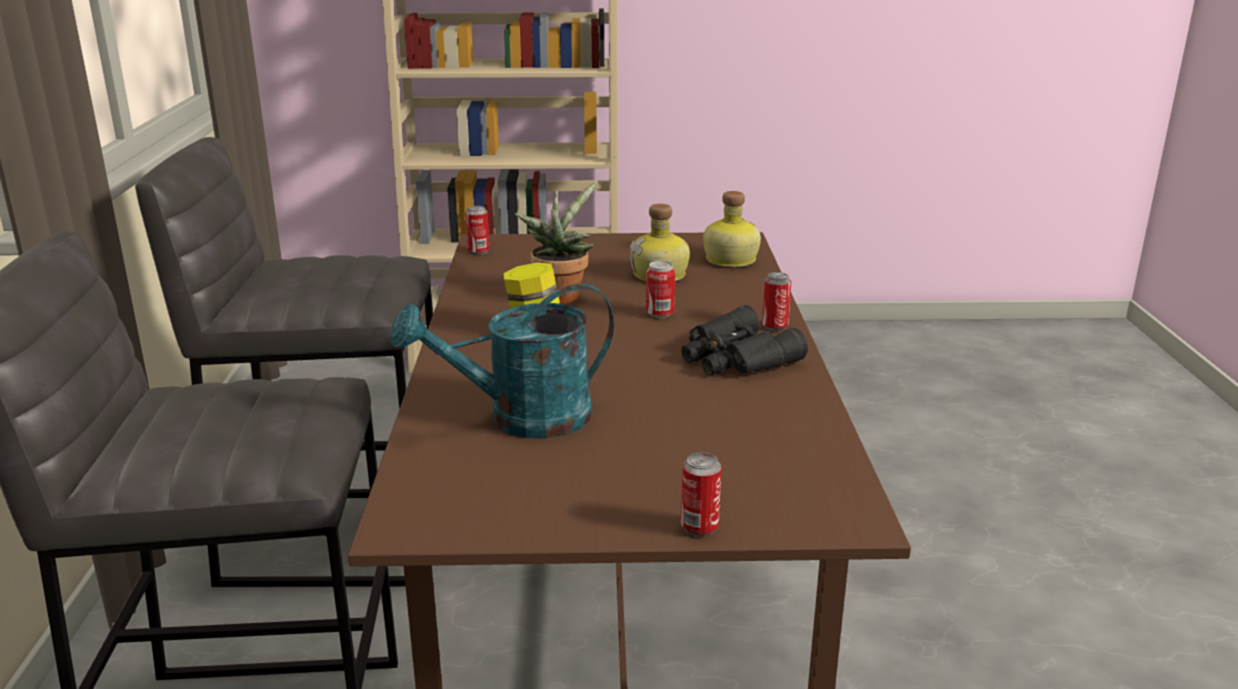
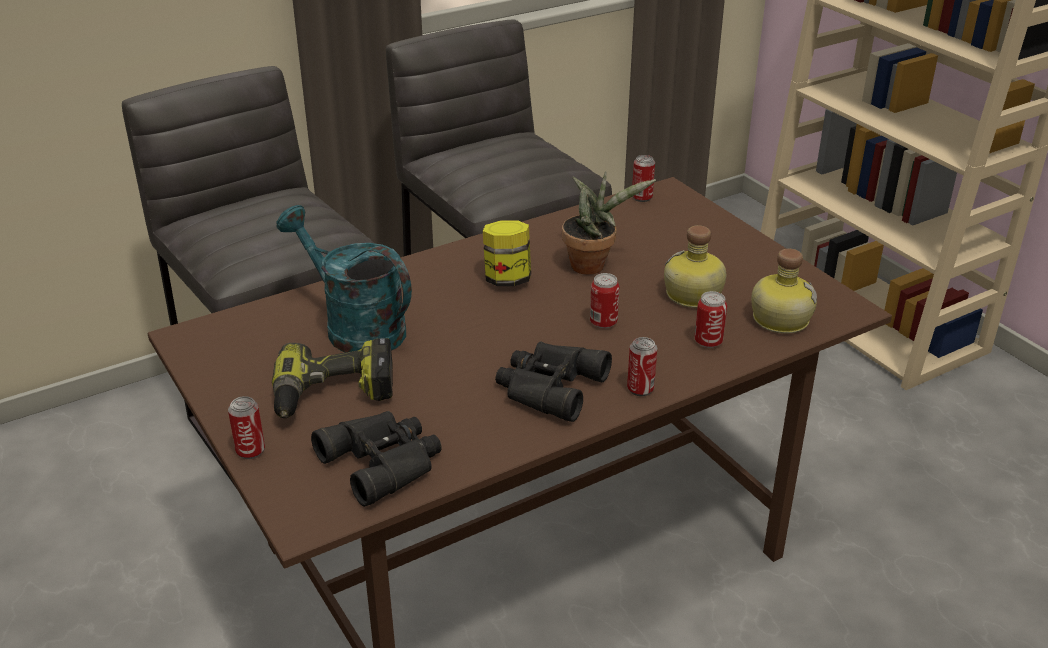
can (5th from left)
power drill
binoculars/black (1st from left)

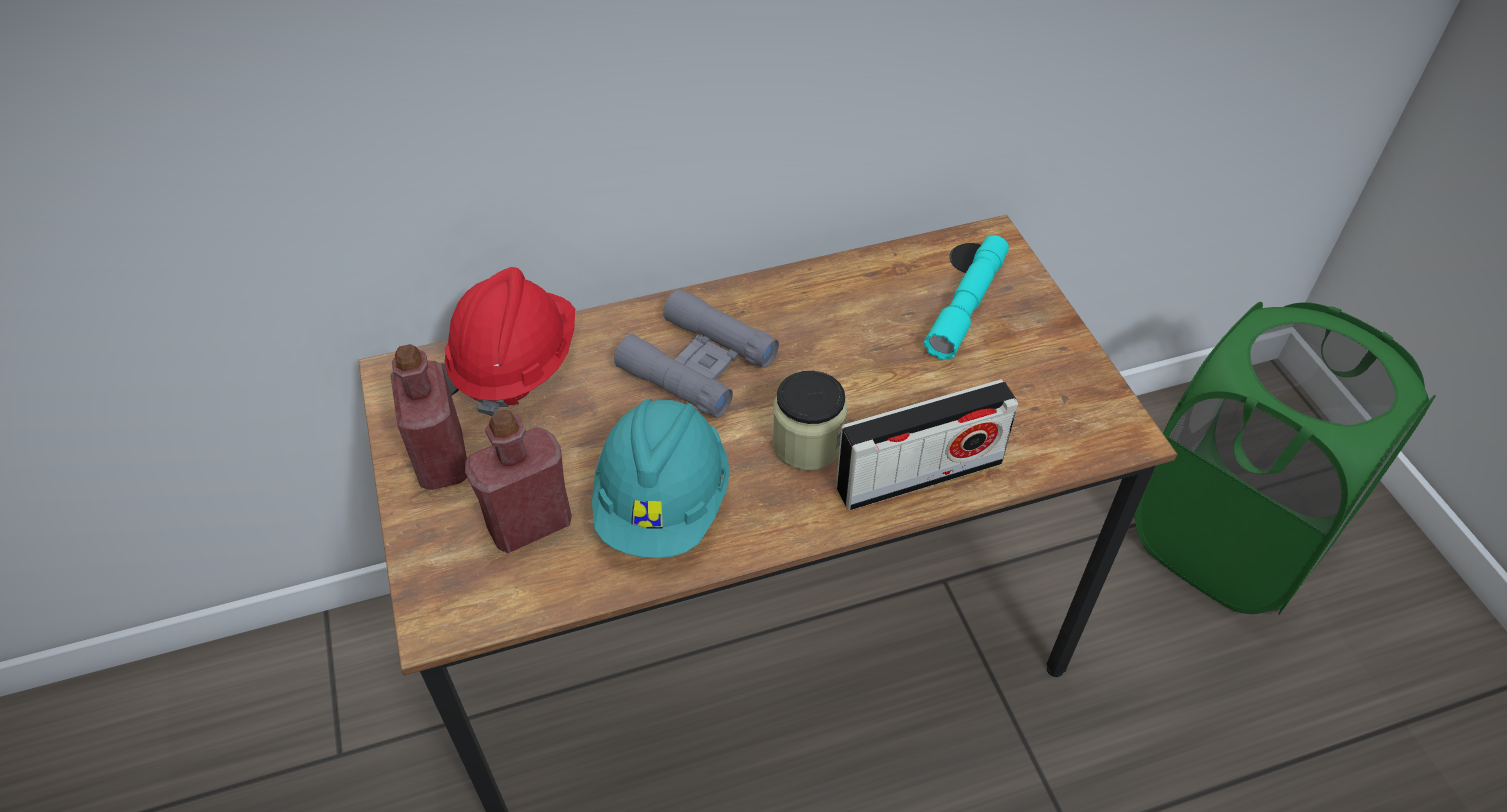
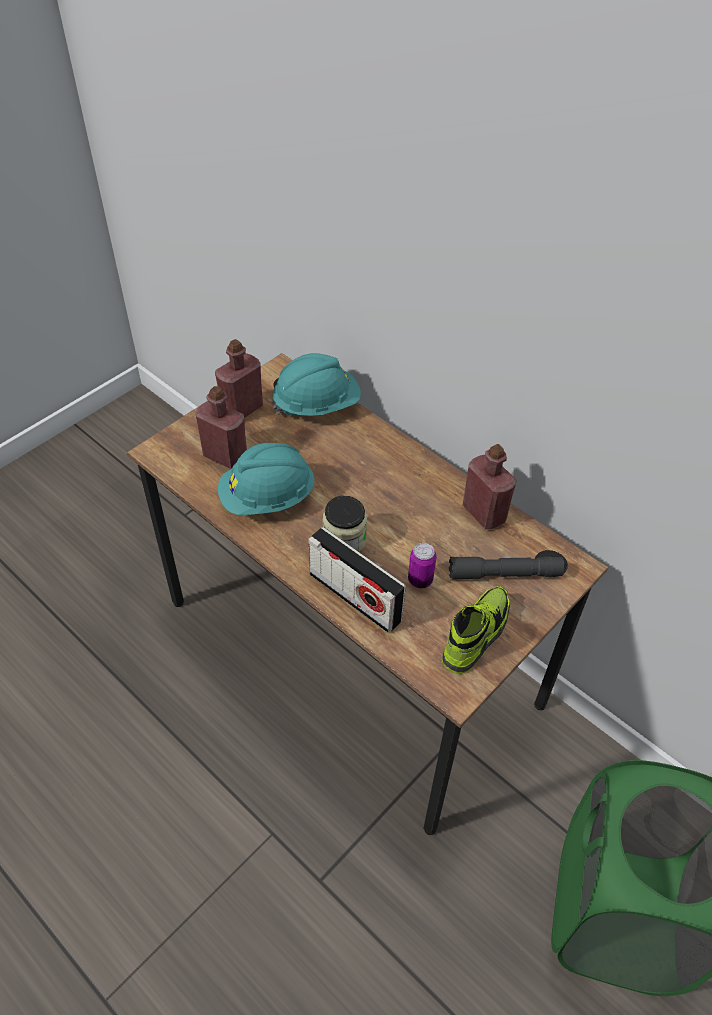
flashlight/grey
hard hat/turquoise (2nd from left)
binoculars/grey
bottle/red (3rd from left)
can
shoe

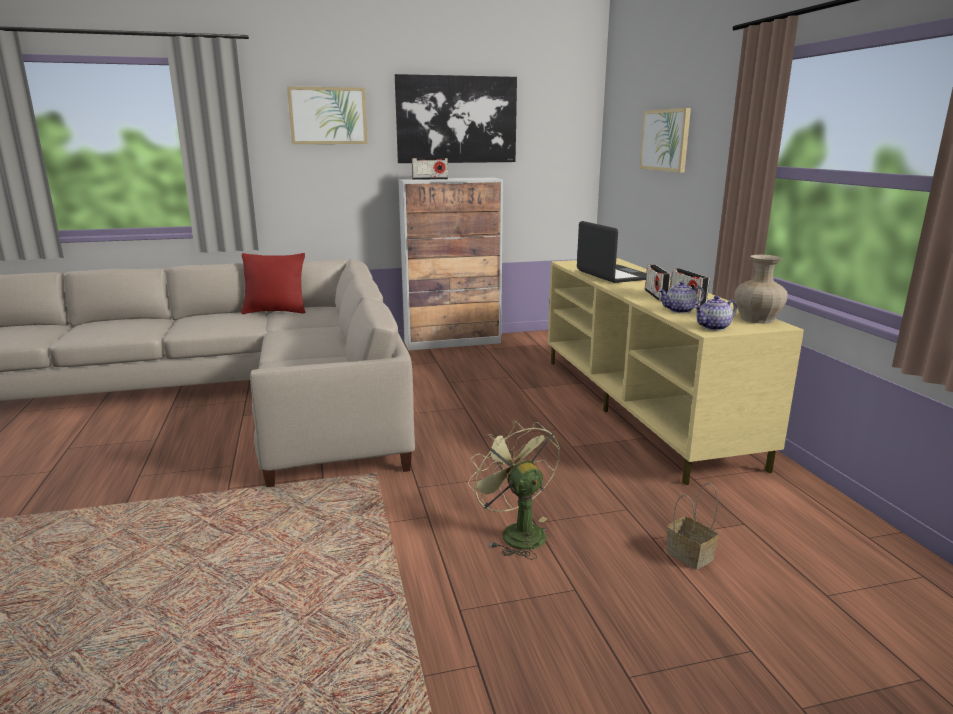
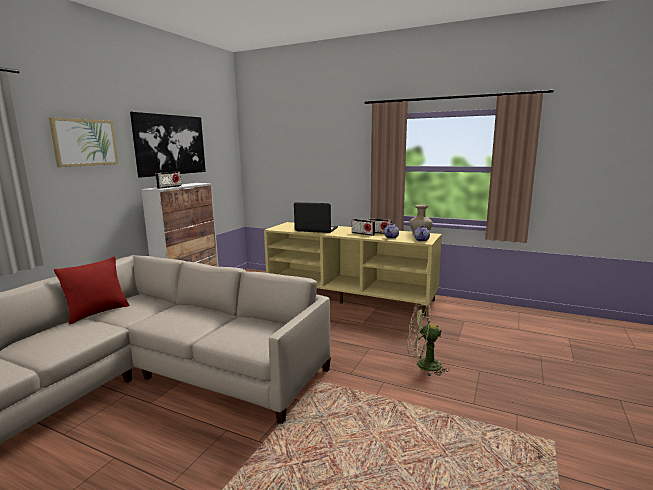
picture (3rd from left in the first image)
basket

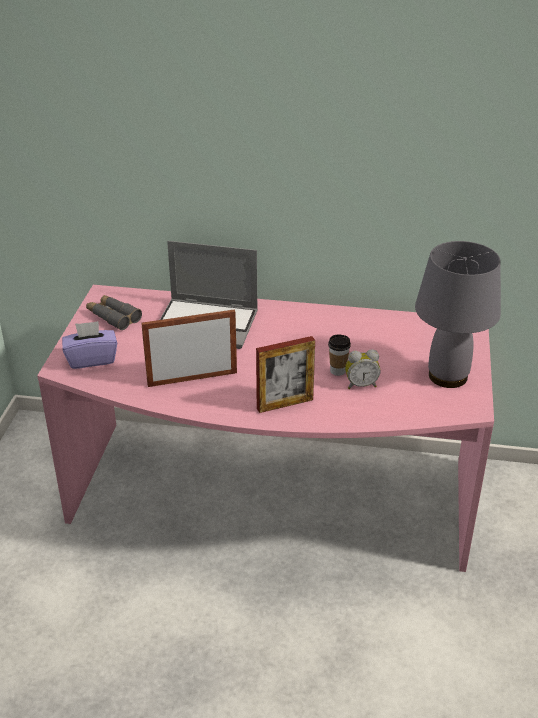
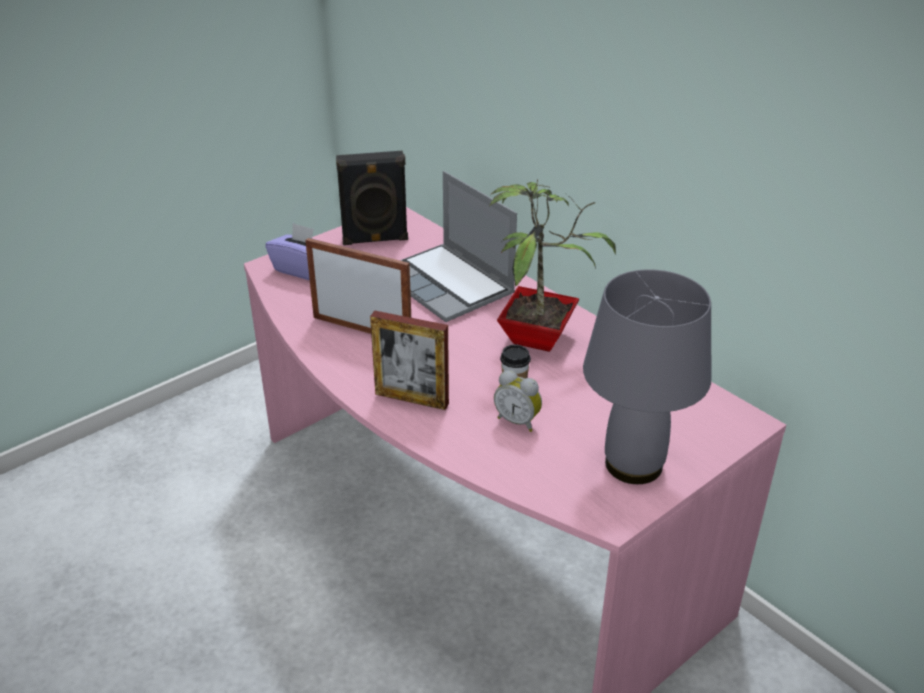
speaker/black
potted plant

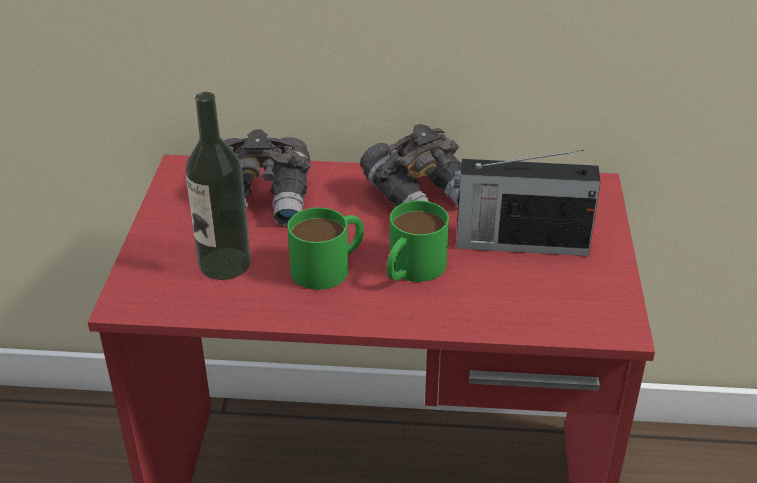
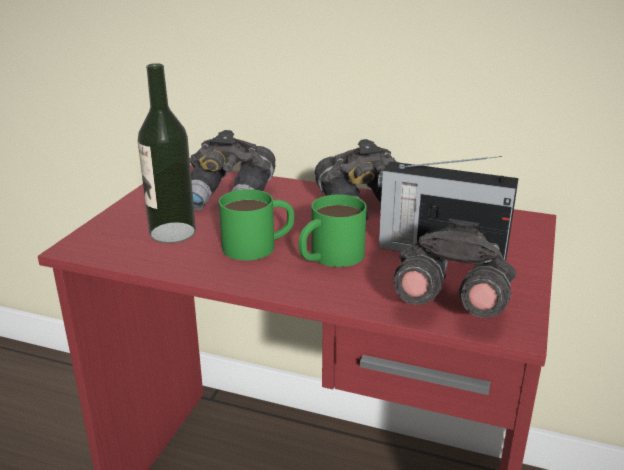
binoculars/grey (3rd from left)

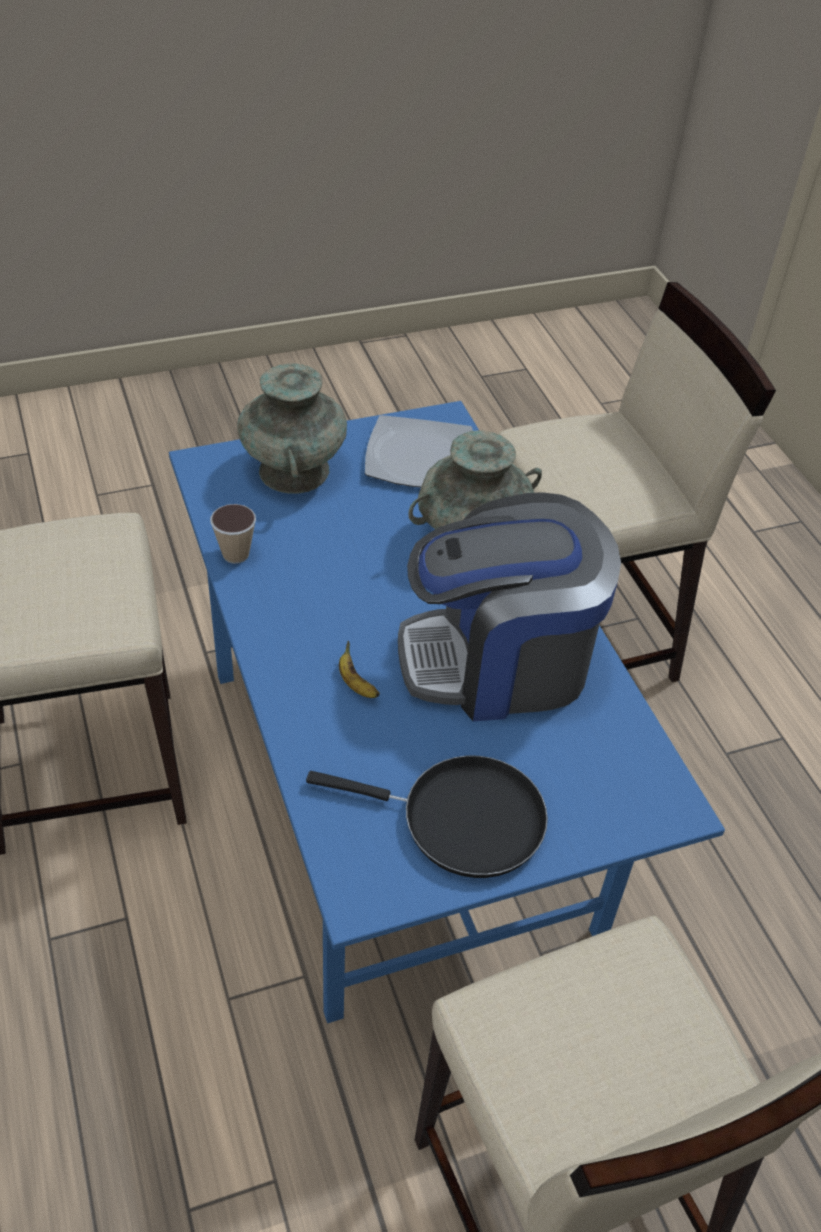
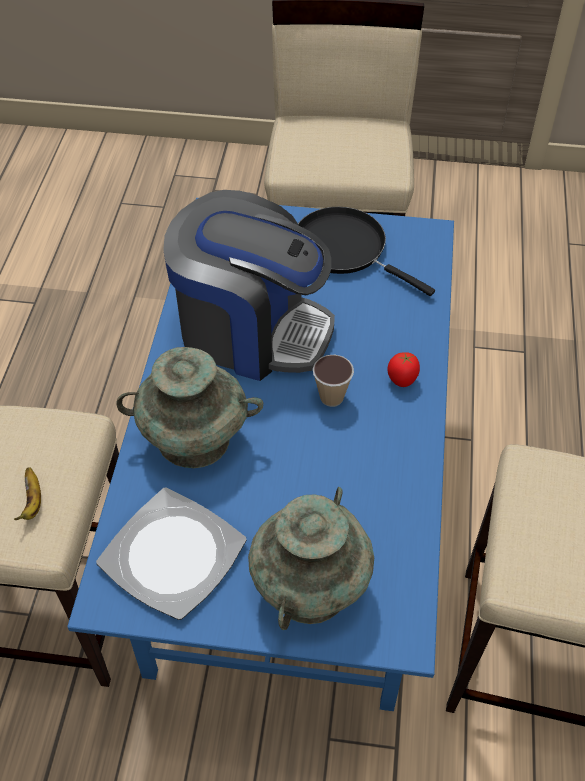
cup
banana
tomato

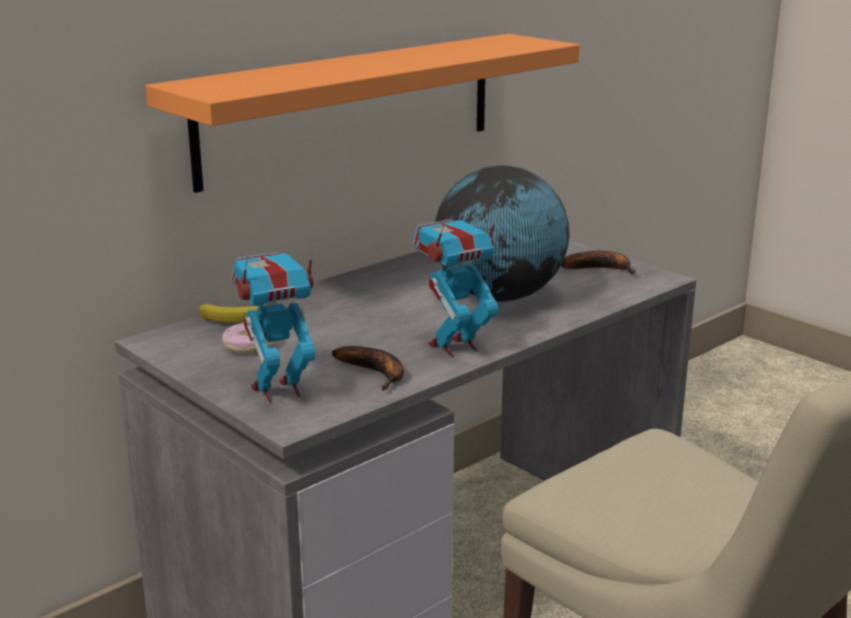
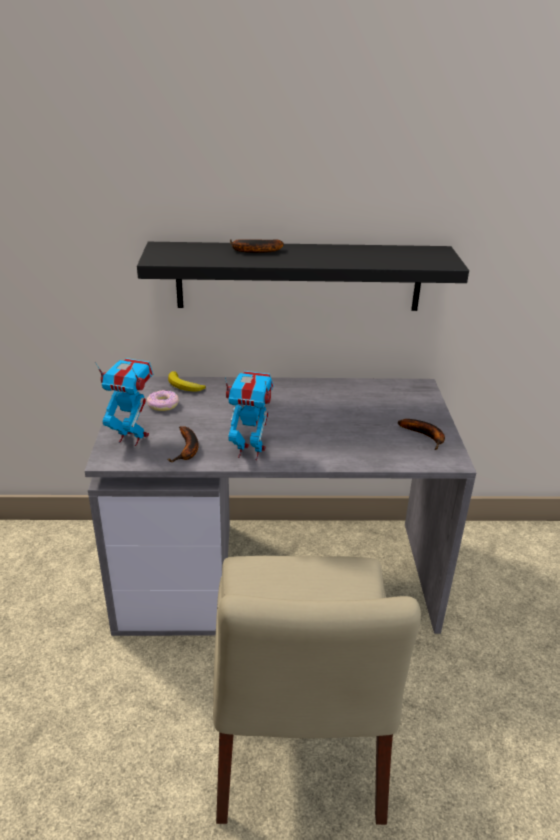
shelf/black
globe
banana (3rd from left)

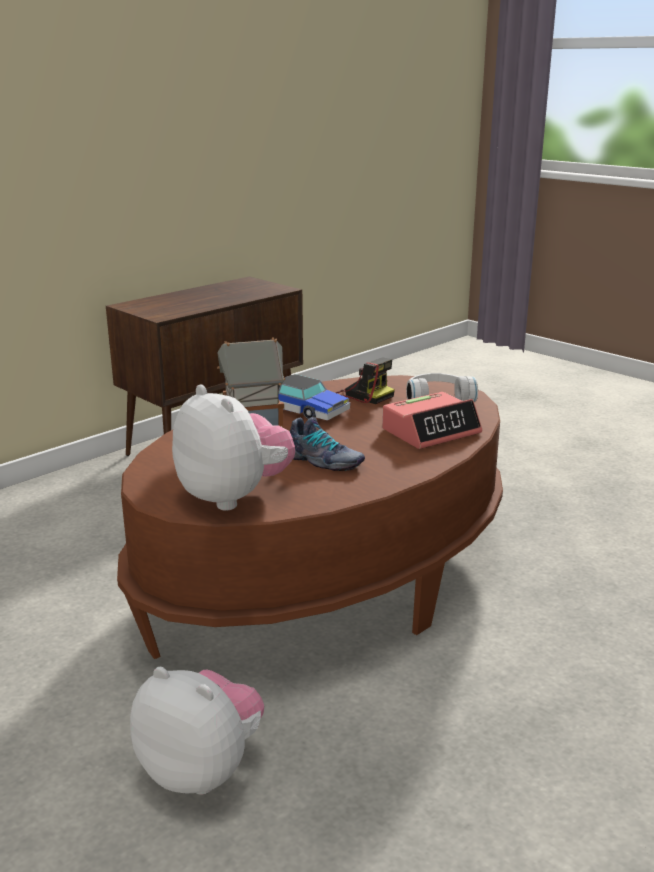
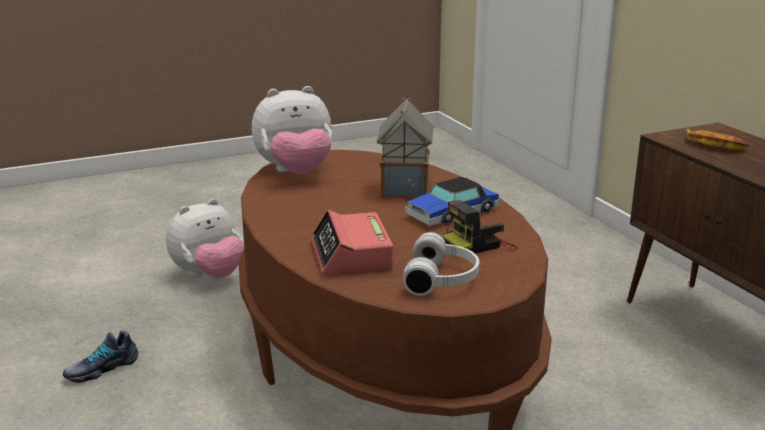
shoe
banana

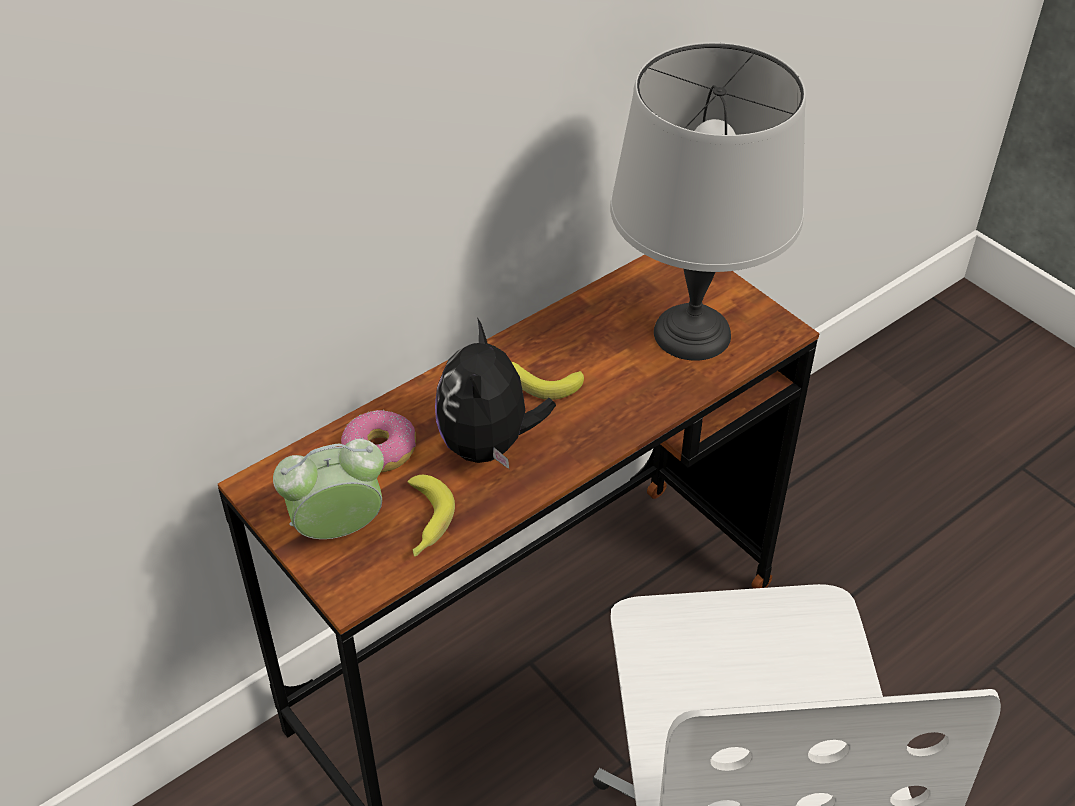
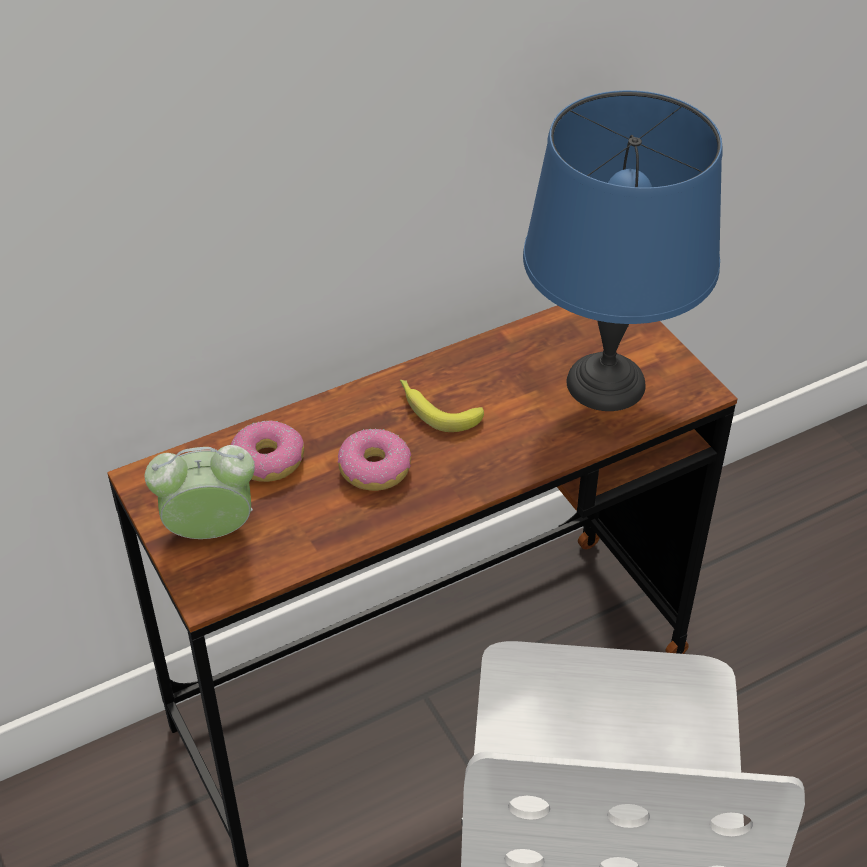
table lamp/blue
donut (2nd from left)
banana (1st from left in the first image)

